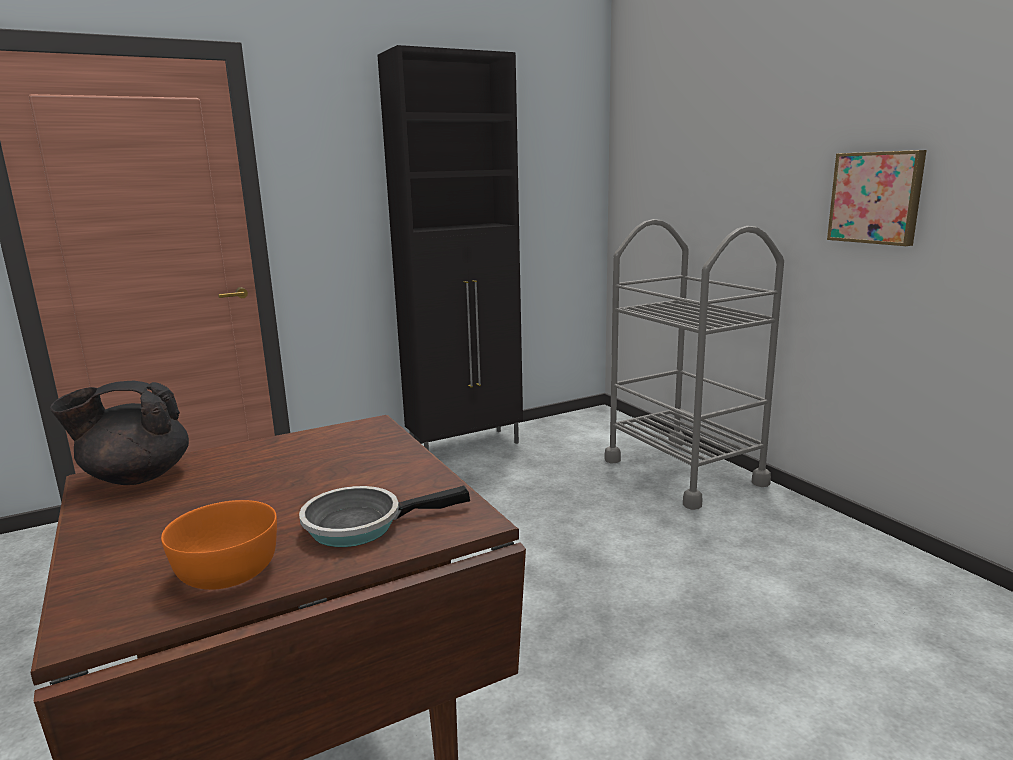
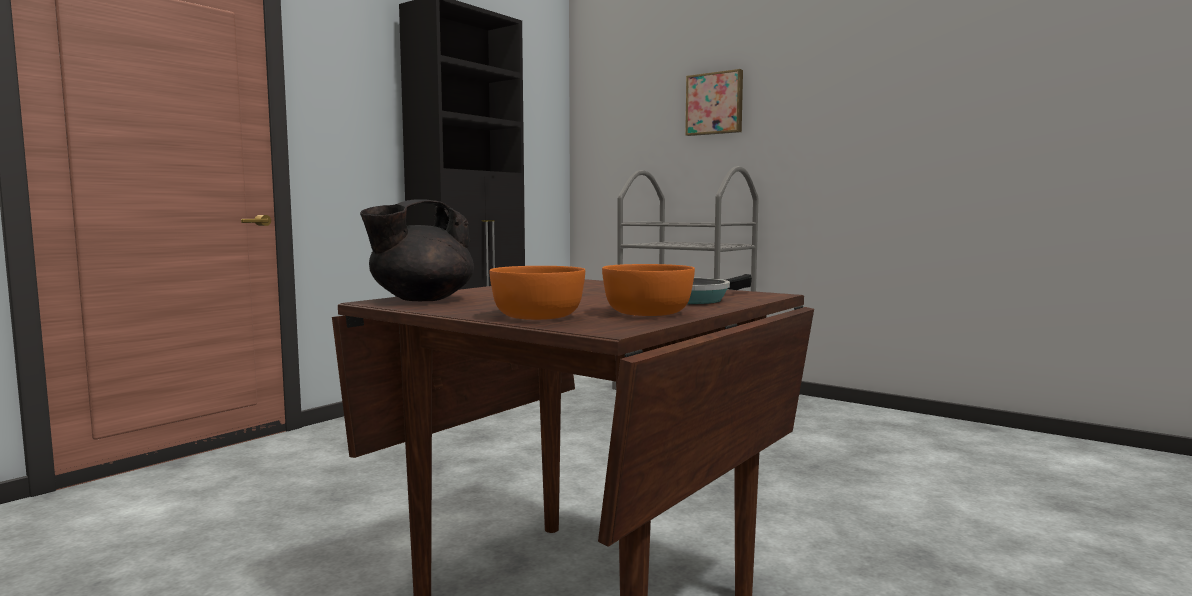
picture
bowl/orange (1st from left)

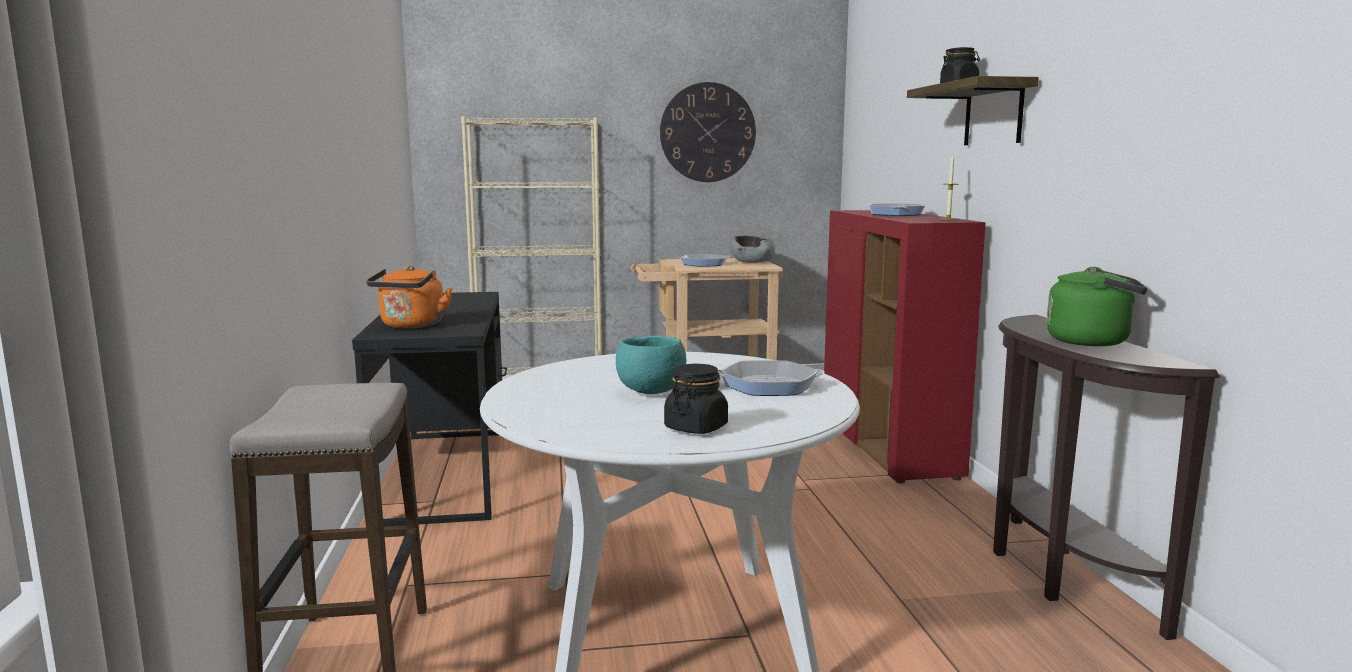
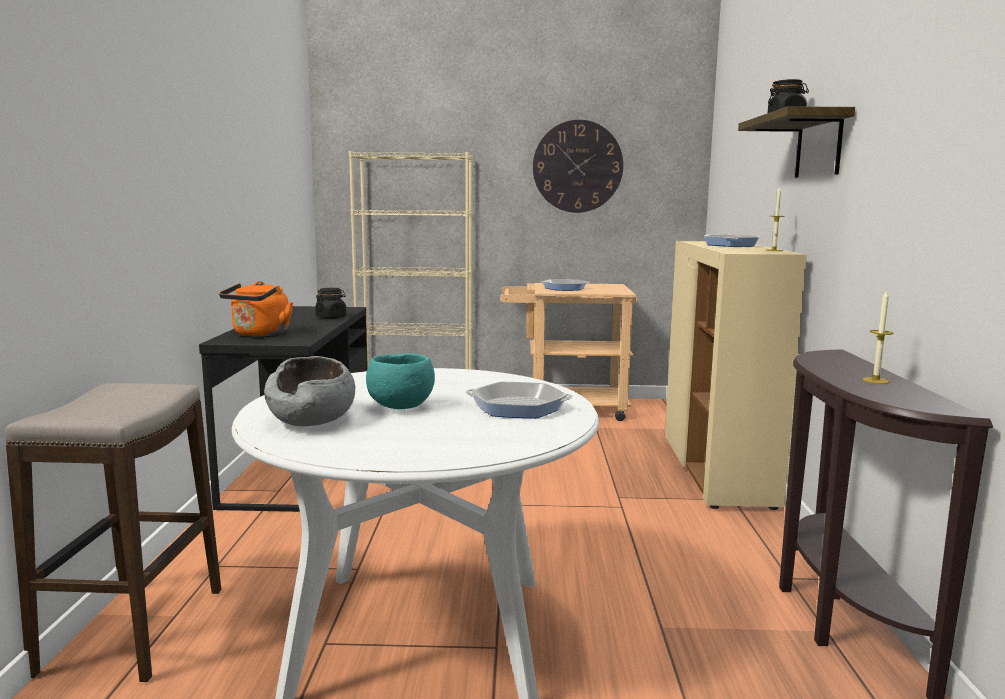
cabinet/beige
bowl/grey
candle (2nd from left)
jar/black (1st from left)

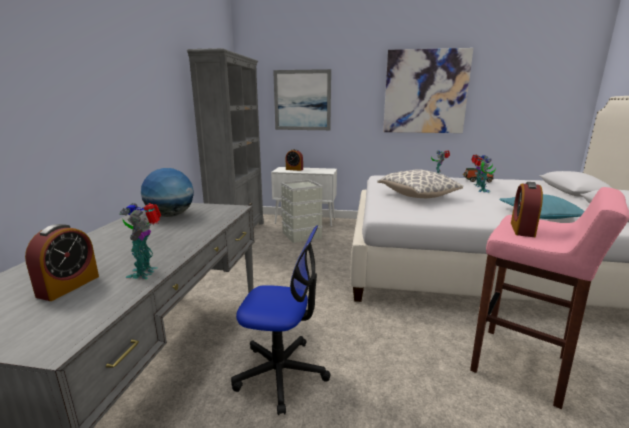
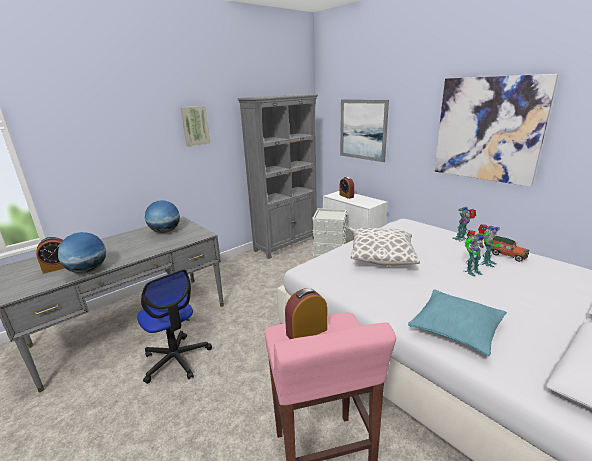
globe (1st from left)
picture (1st from left)

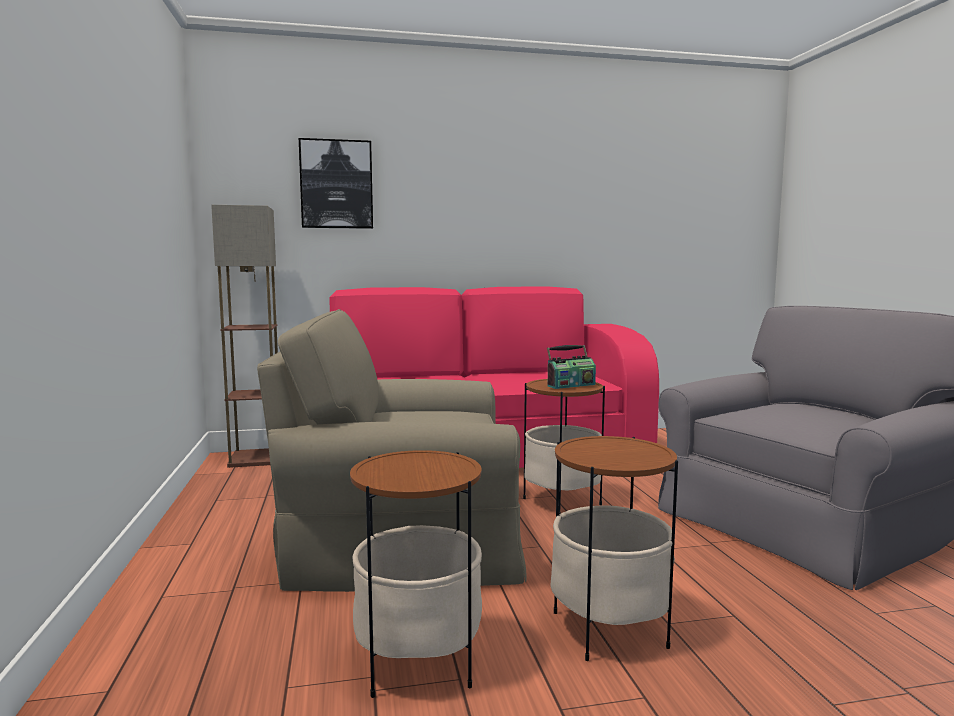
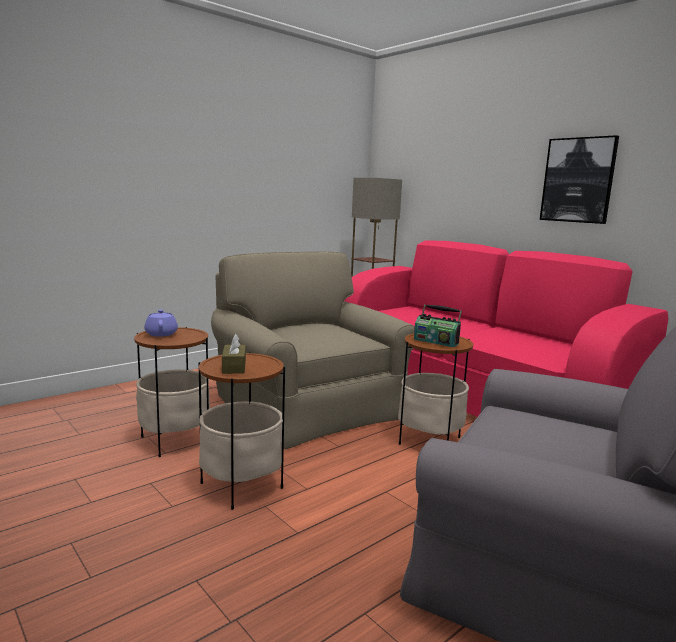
picture
teapot/purple
tissue box/brown

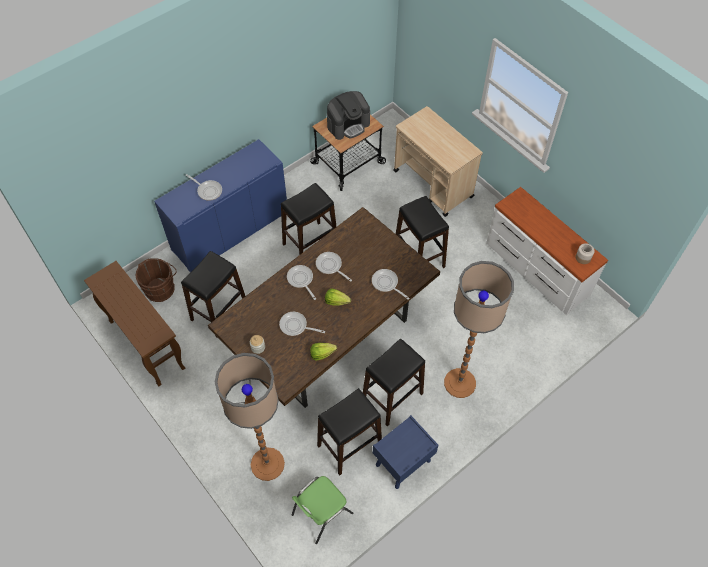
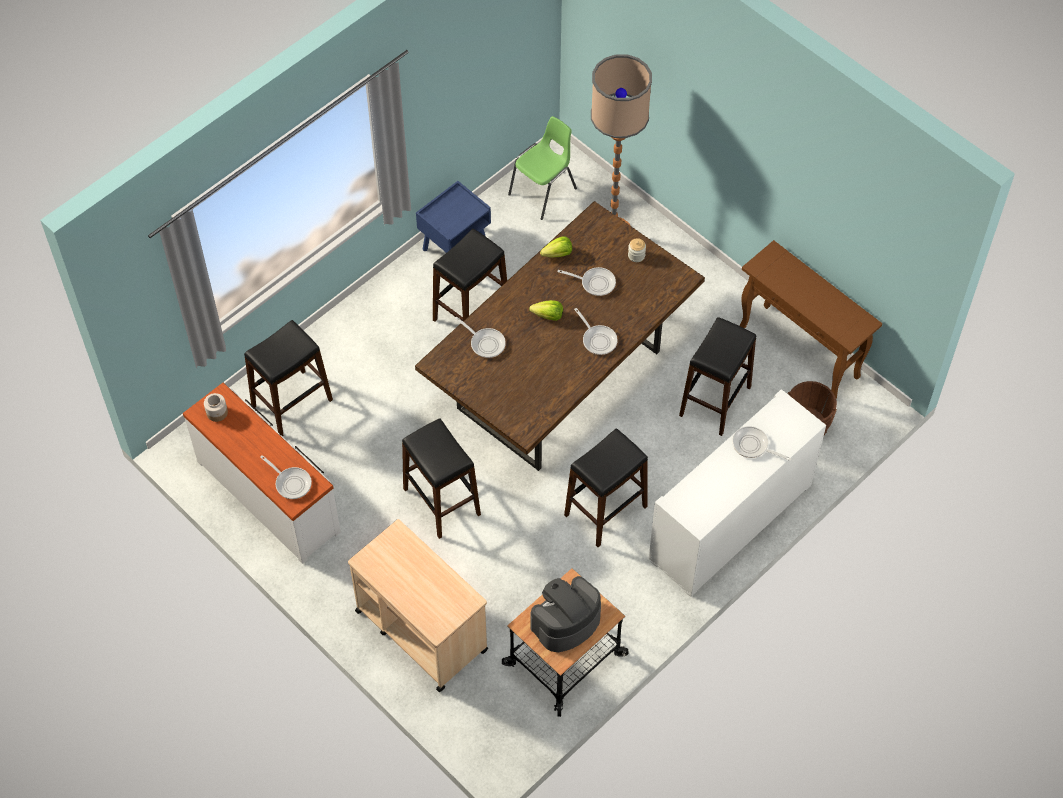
cabinet/white
frying pan (1st from left)
floor lamp (2nd from left in the first image)
stool/black (1st from left)

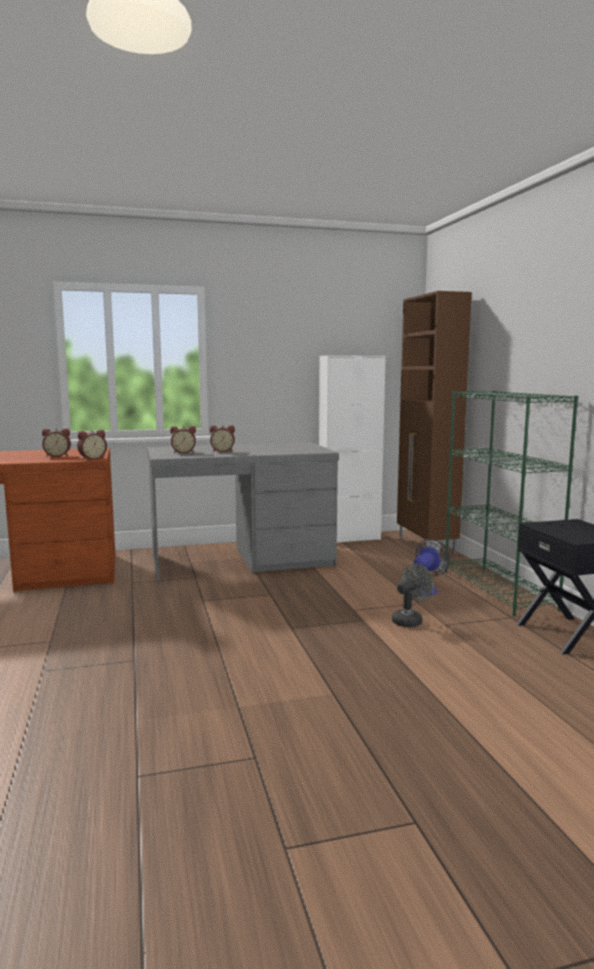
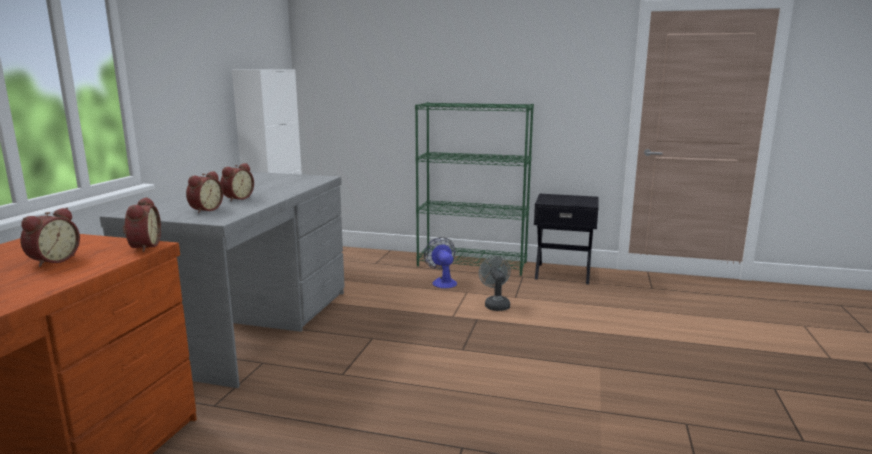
cabinet/brown

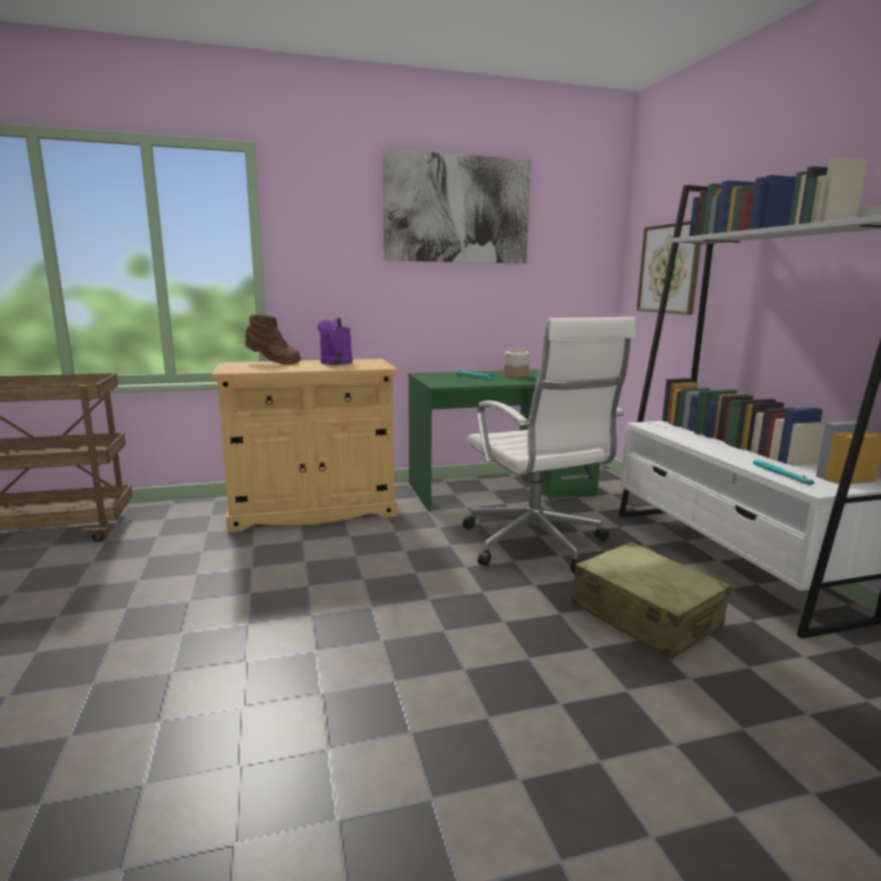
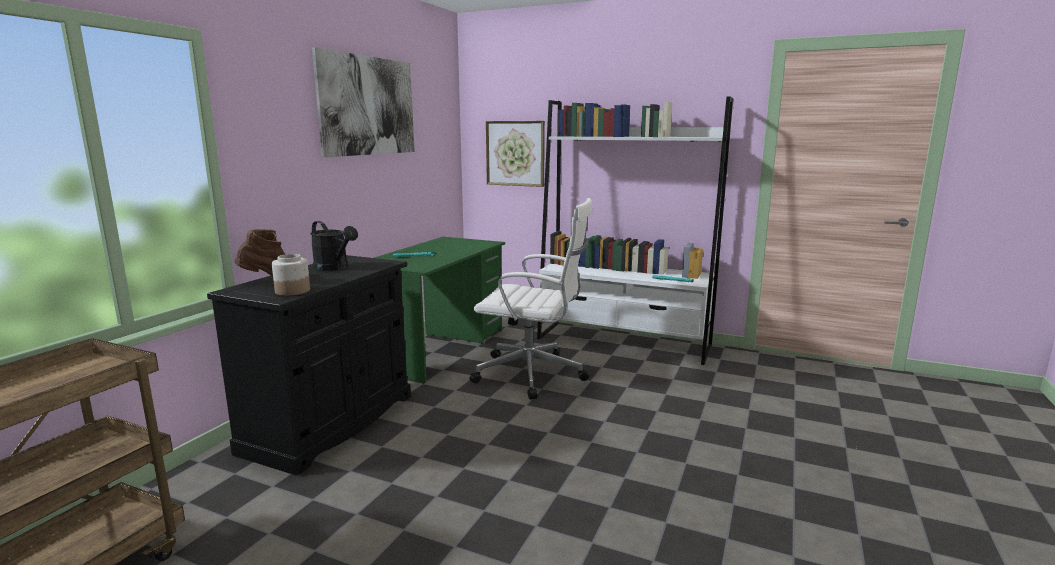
watering can/black
jar
cabinet/black
suitcase/beige

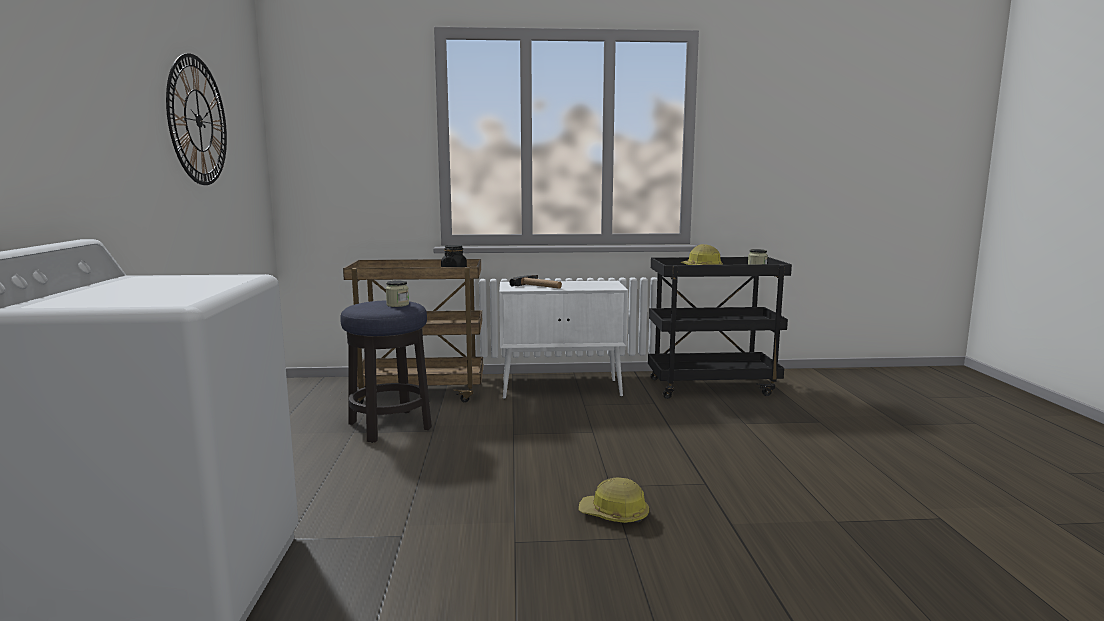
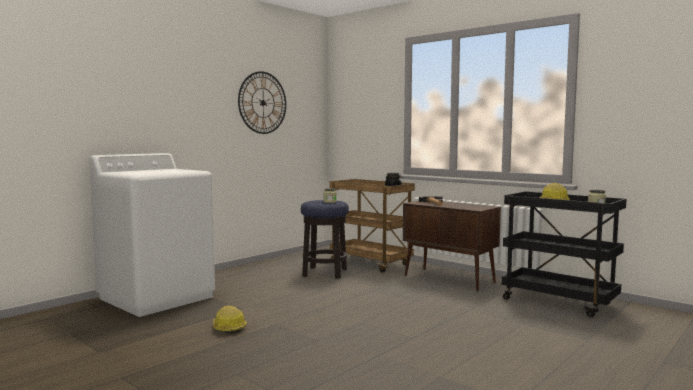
cabinet/brown
hard hat (1st from left)

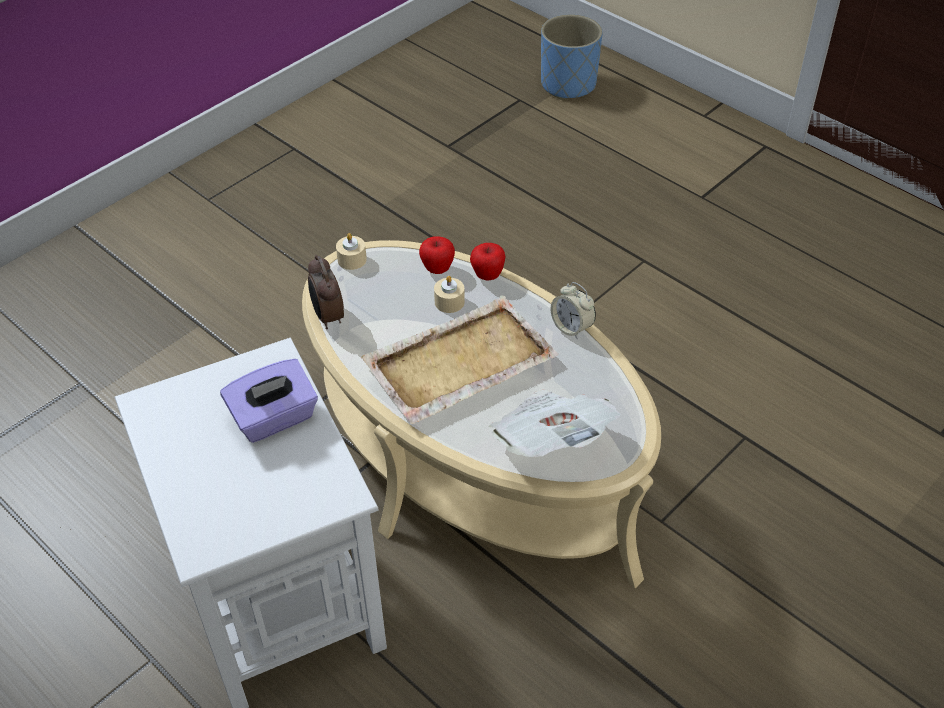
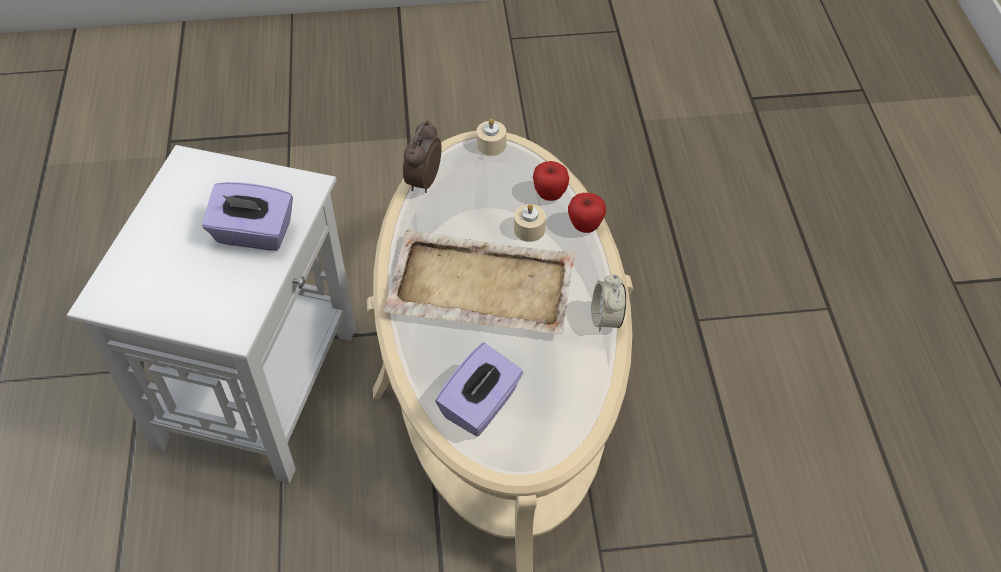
planter/blue
tissue box/purple (2nd from left)

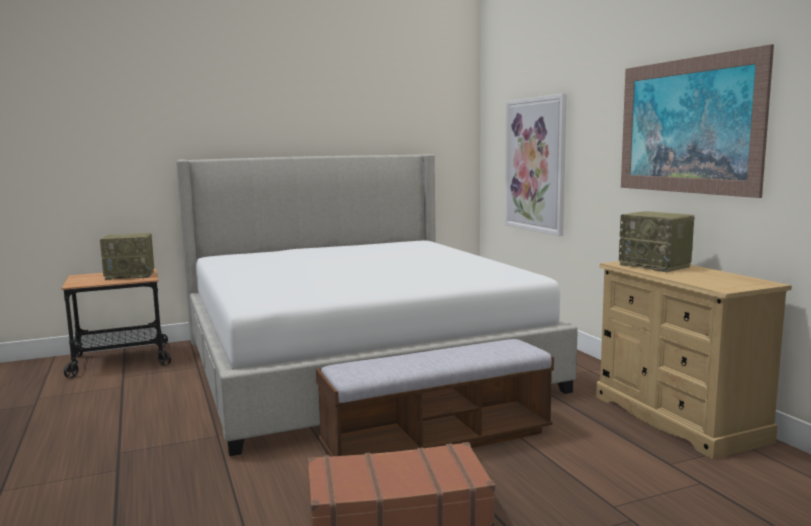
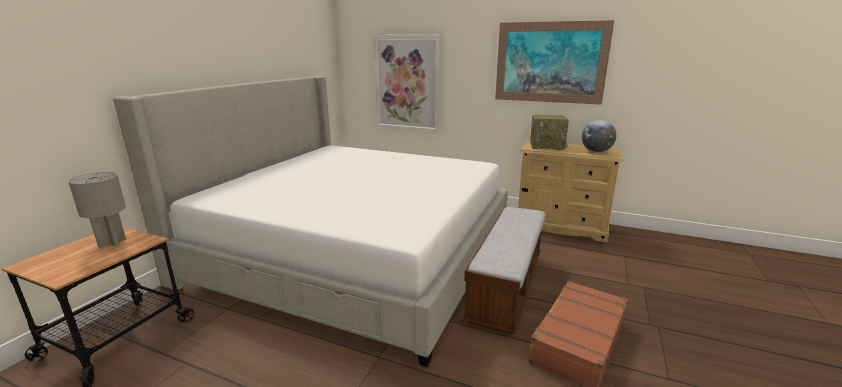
table lamp/grey
globe

